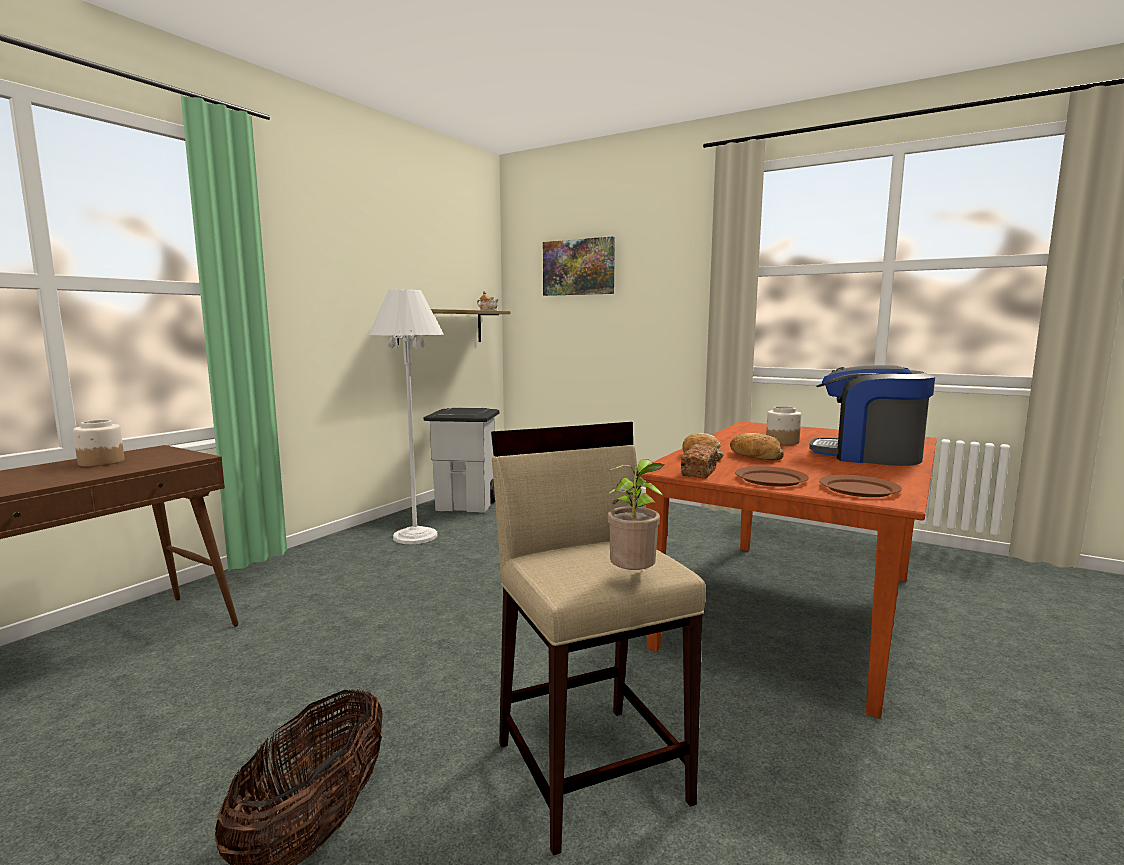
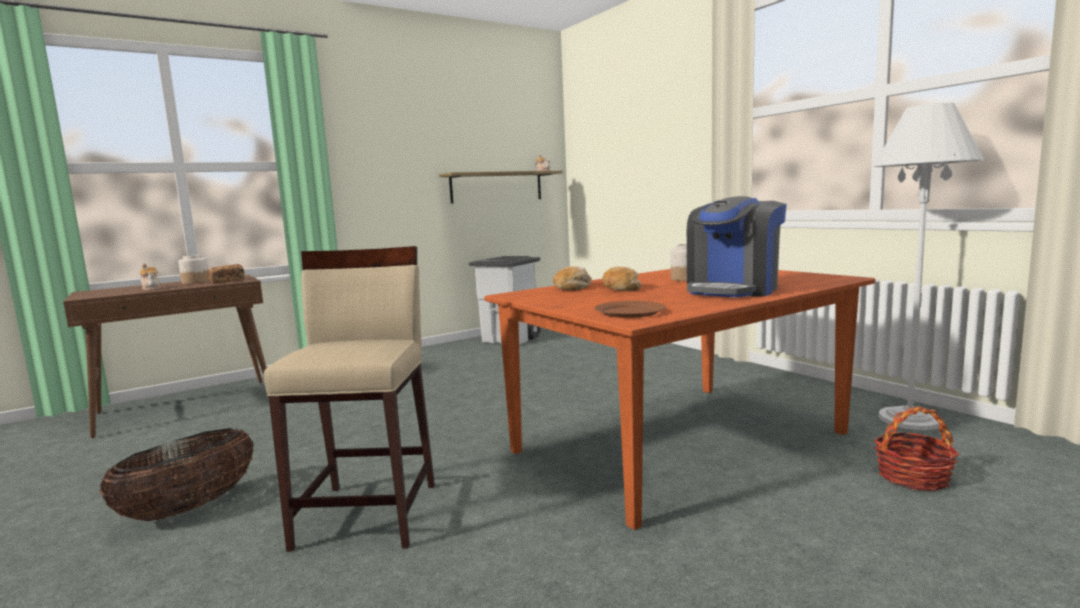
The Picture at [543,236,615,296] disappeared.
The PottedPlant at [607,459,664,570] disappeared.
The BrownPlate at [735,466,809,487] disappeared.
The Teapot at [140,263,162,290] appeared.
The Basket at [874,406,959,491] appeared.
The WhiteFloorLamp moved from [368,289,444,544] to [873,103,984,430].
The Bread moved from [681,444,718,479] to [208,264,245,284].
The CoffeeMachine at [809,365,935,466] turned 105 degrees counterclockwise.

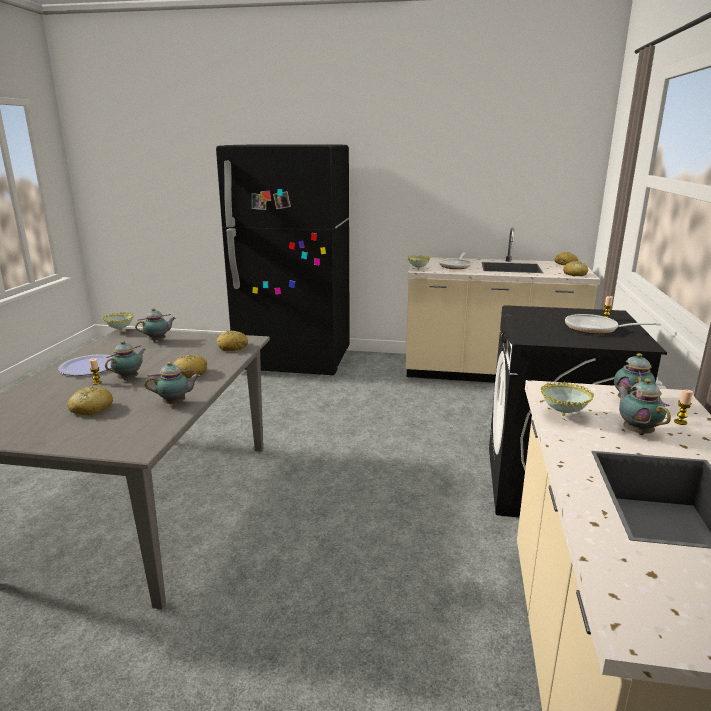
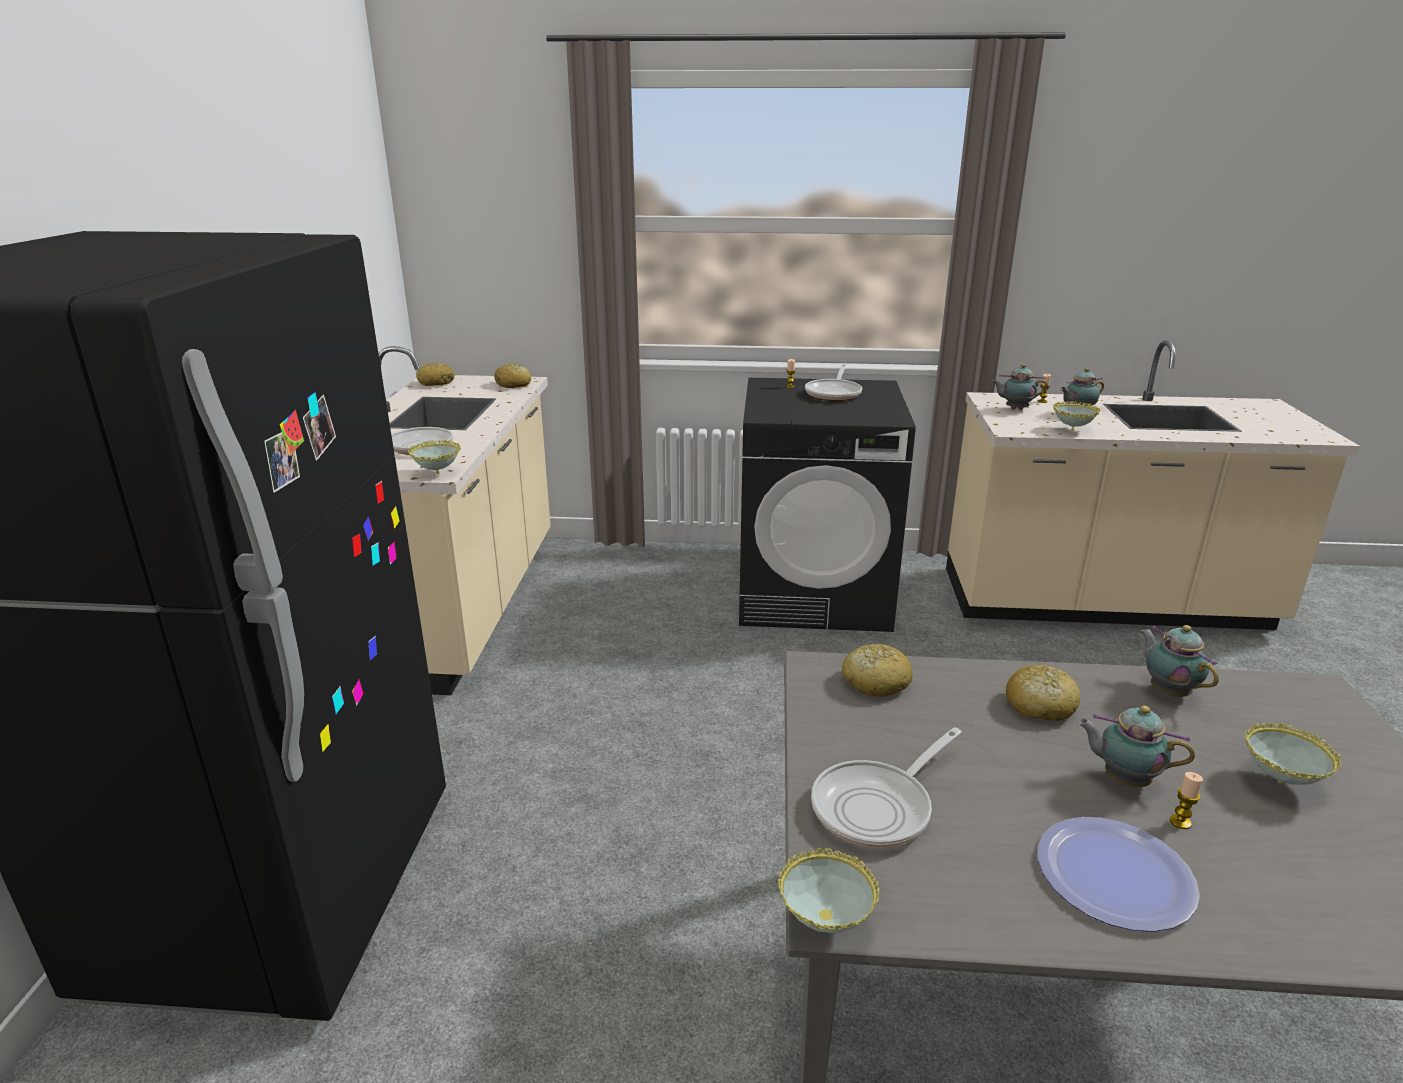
The Bread at [68,386,113,416] was replaced by the Bowl at [1245,723,1341,784].
The Teapot at [135,308,175,342] was replaced by the FryingPan at [811,727,962,848].

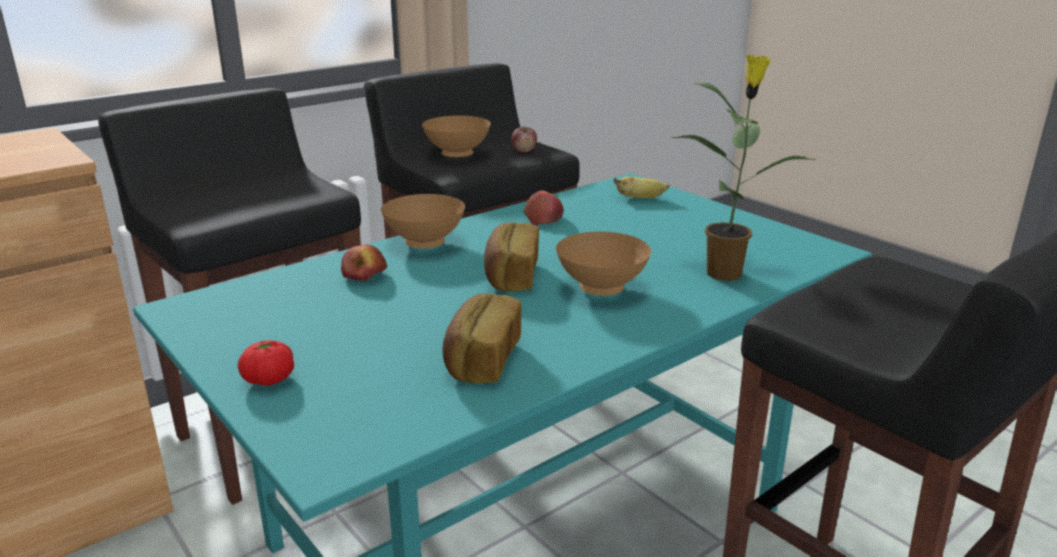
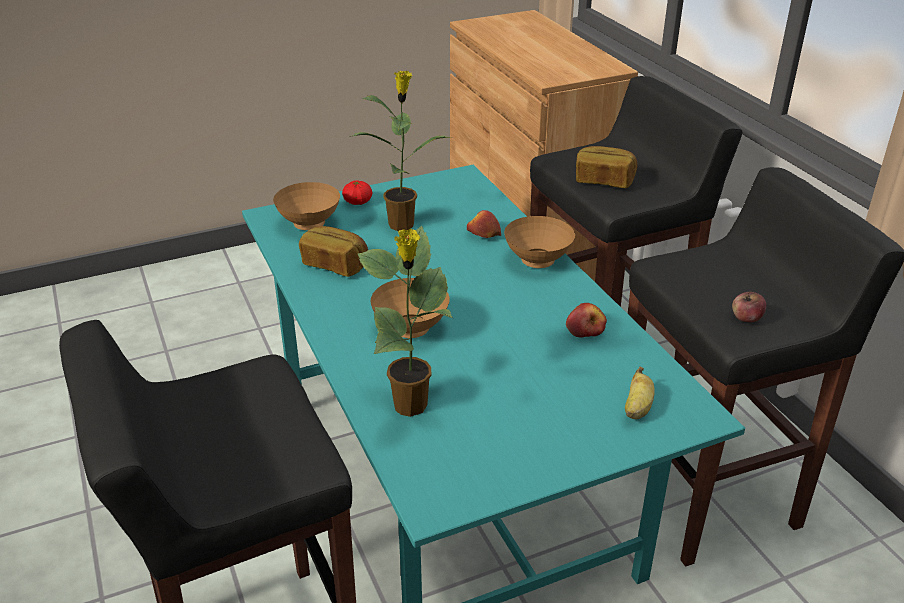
The PottedPlant at [352,71,451,231] appeared.
The BrownBowl moved from [422,115,491,157] to [273,182,340,230].
The Bread moved from [484,222,539,292] to [576,146,638,188].

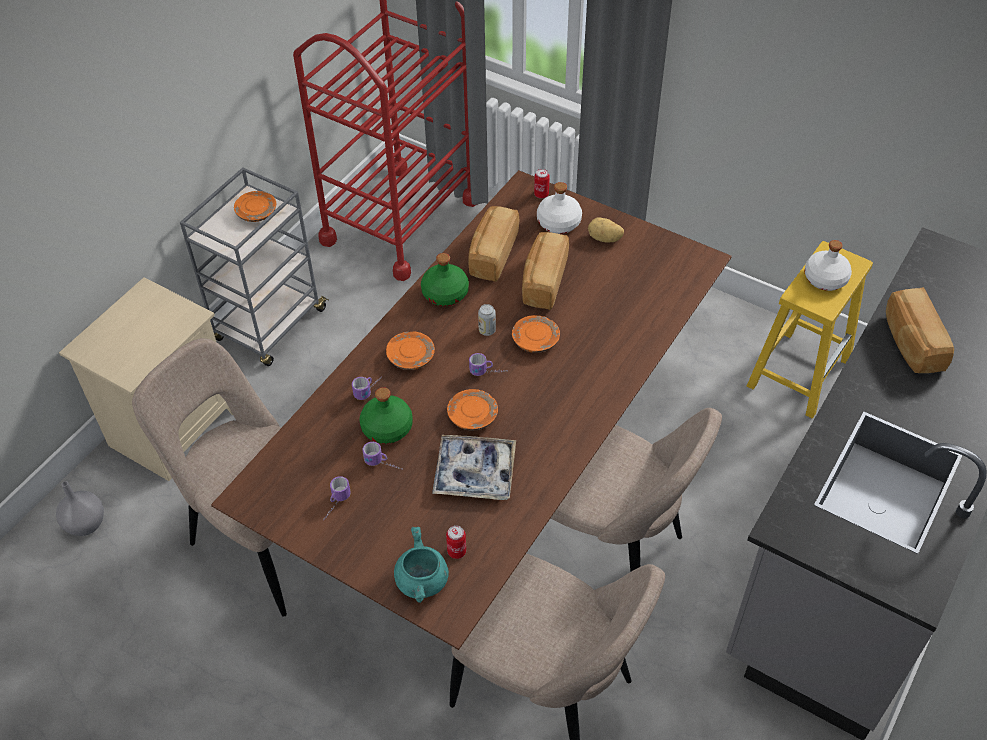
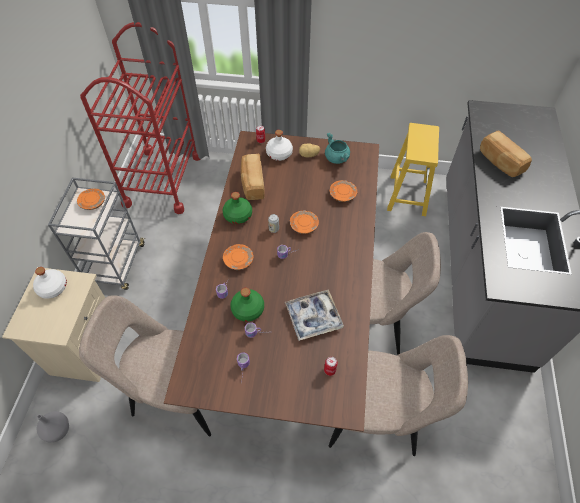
The Bread at [522,232,569,310] disappeared.
The TurquoiseCookingPot moved from [394,527,449,603] to [325,133,350,164].
The OrangePlate moved from [447,389,498,431] to [330,180,357,202].
The WhiteBottle moved from [805,240,852,291] to [33,267,67,299].

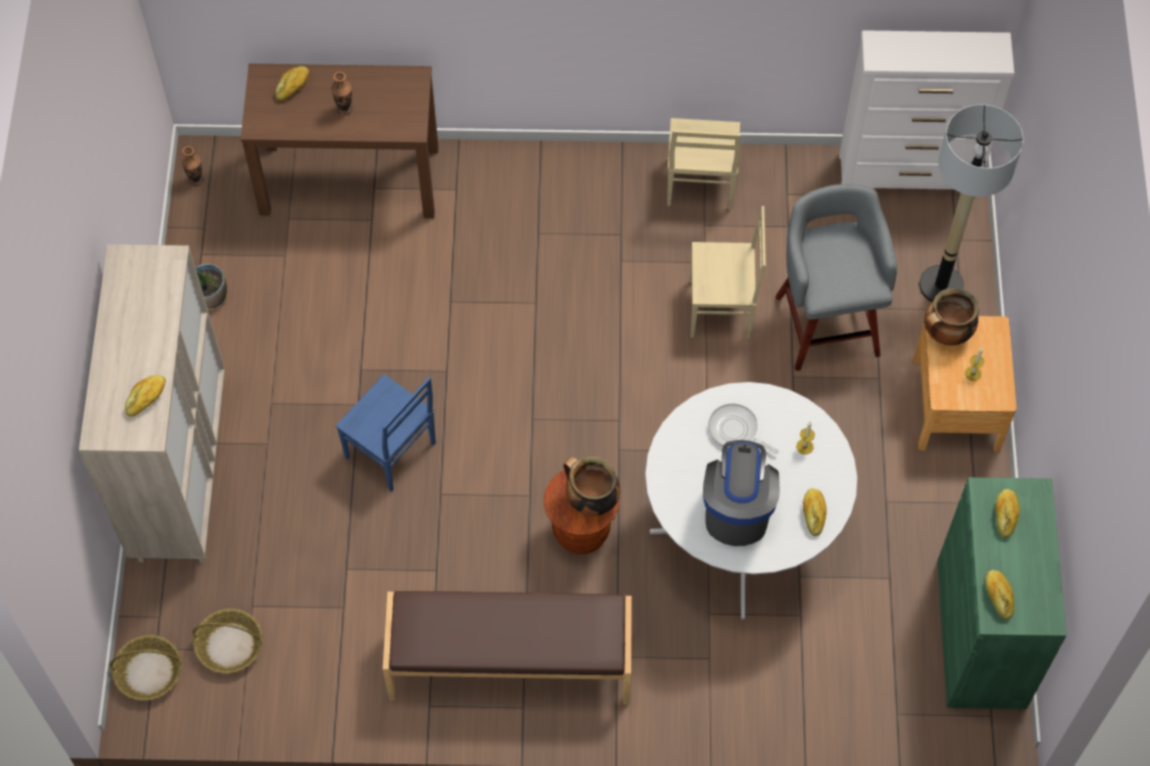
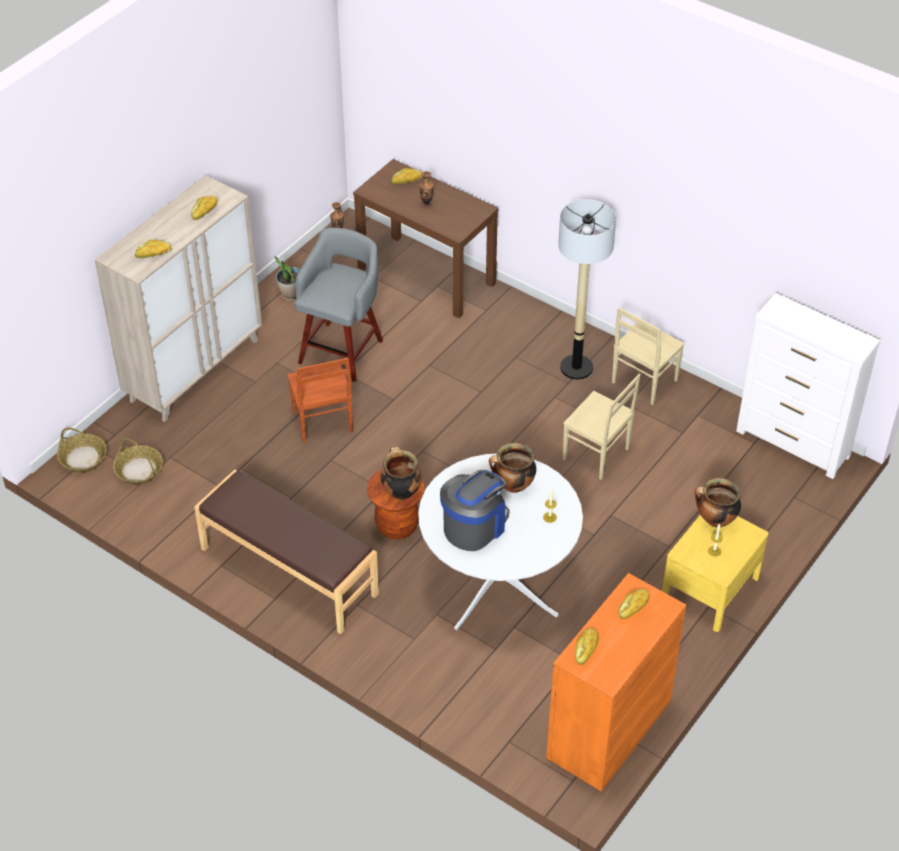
The GreyStool moved from [775,184,897,371] to [294,228,383,382].
The Bread moved from [803,488,827,536] to [191,196,218,220].
The FloorLamp moved from [919,104,1024,302] to [558,199,616,380].
The FryingPan at [708,404,779,454] was replaced by the CookingPot at [489,443,536,493].
The BlueChair at [336,374,436,492] became the BrownChair at [287,358,353,444].
The BrownNightstand at [913,316,1017,452] became the YellowNightstand at [662,515,769,632].
The GreenCabinet at [937,477,1066,709] became the OrangeCabinet at [546,573,686,792].

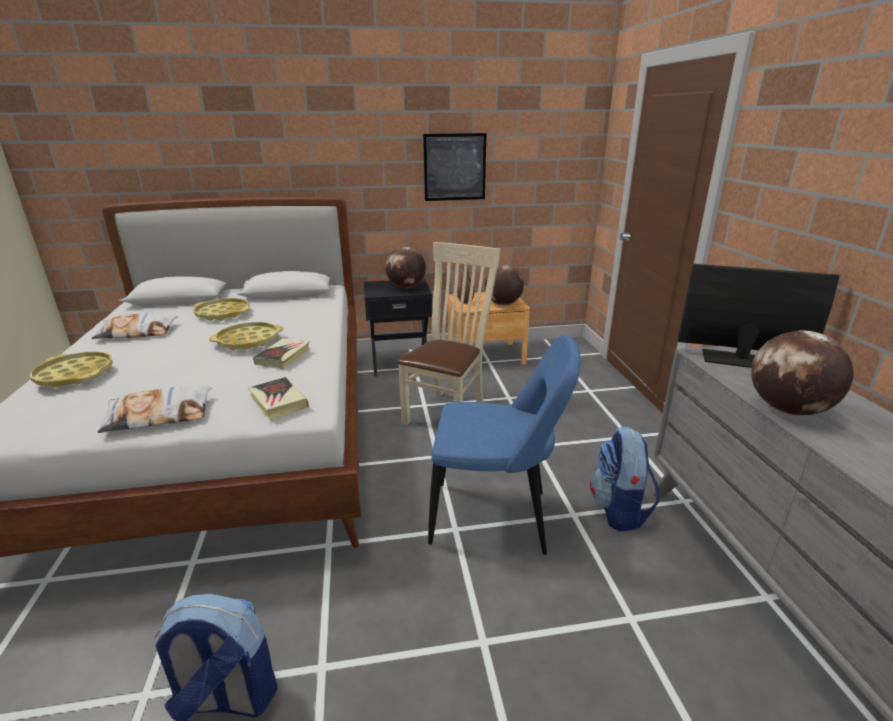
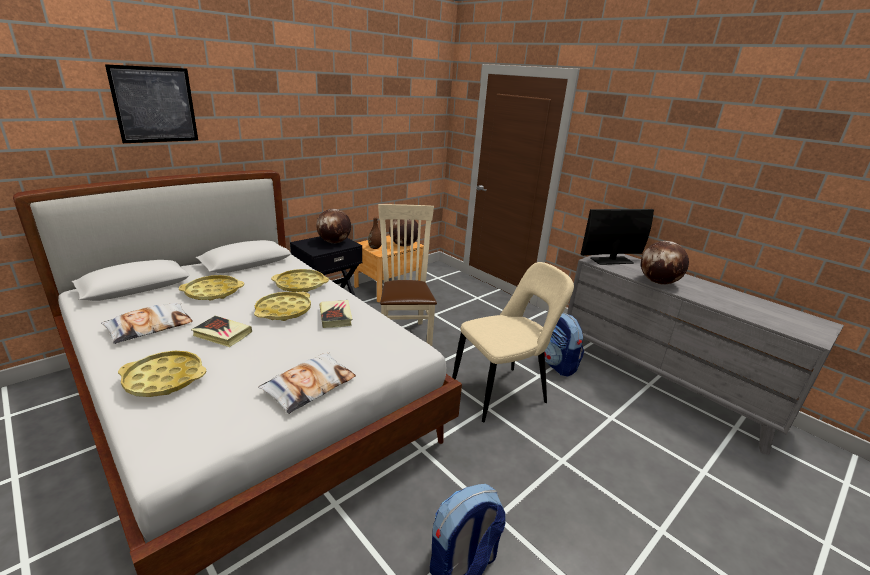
The YellowTray at [271,269,329,292] appeared.
The Book moved from [248,377,309,420] to [191,316,252,347].
The Picture moved from [423,133,486,201] to [105,64,198,143].
The BlueChair at [428,335,581,555] became the BeigeChair at [452,262,574,422].

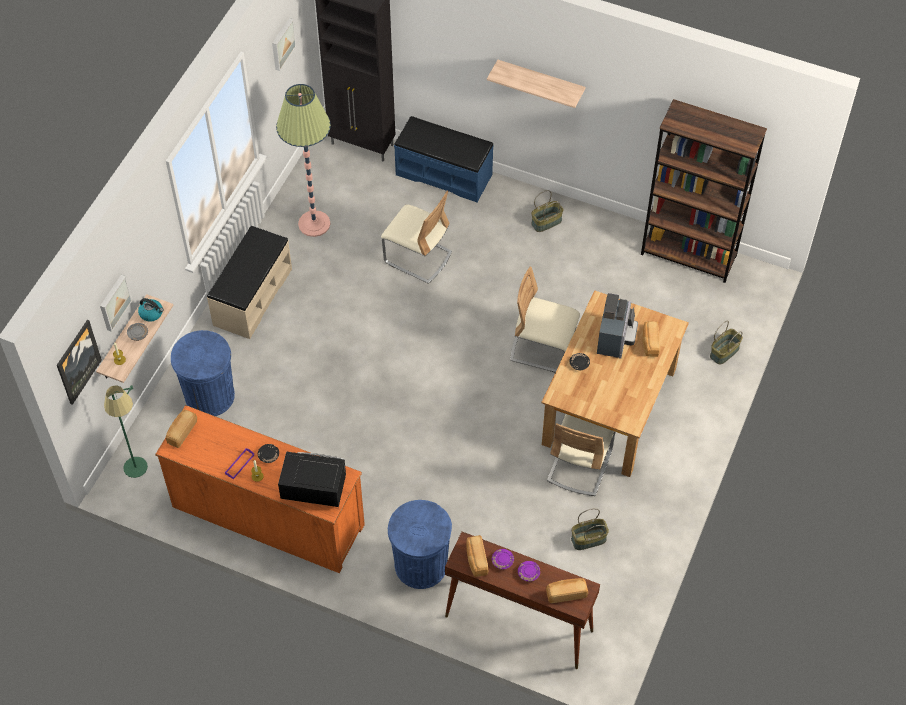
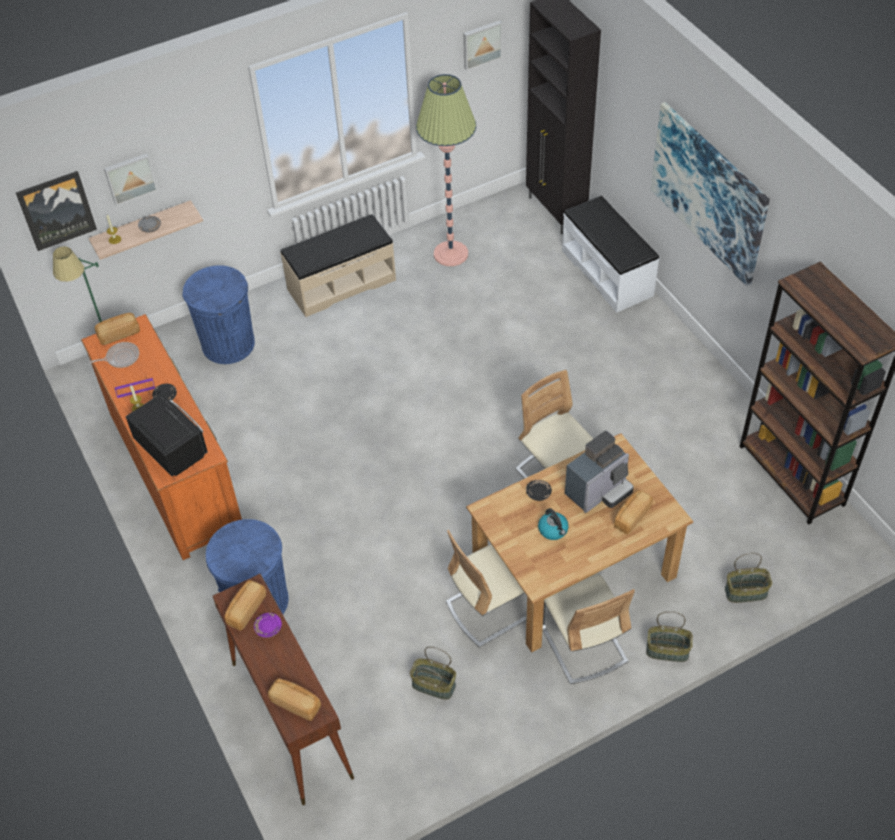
The PurplePlate at [518,561,540,582] disappeared.
The FryingPan at [89,342,139,368] appeared.
The Kettle moved from [138,298,164,322] to [538,508,569,540].
The BeigeChair moved from [381,191,452,284] to [542,574,635,684].
The Basket moved from [531,190,564,232] to [646,611,693,662].
The Shelf at [487,60,585,108] was replaced by the Picture at [651,102,770,286].
The BlueBench at [394,116,494,202] became the WhiteBench at [562,196,659,313].

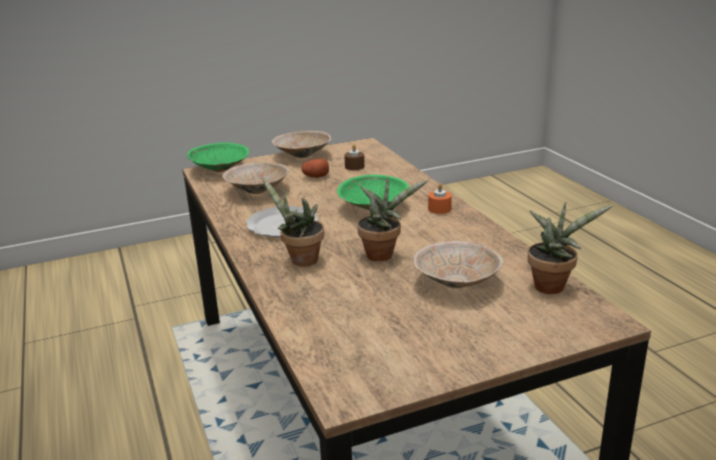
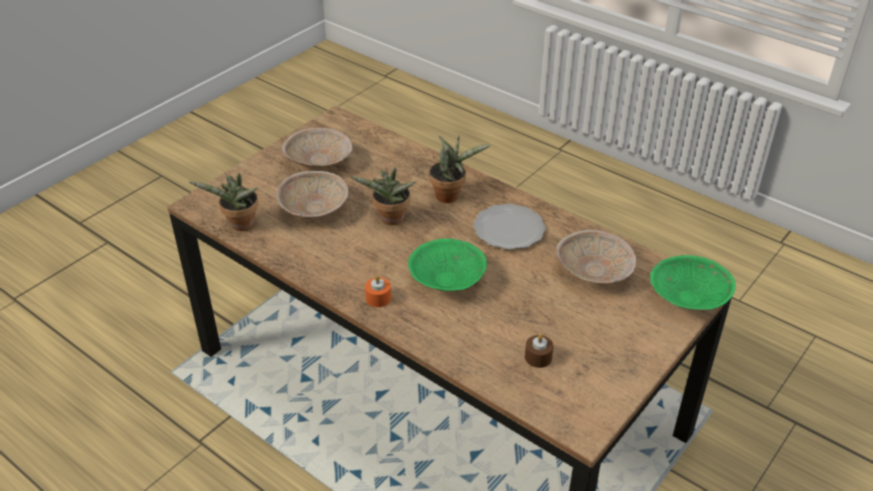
The Potato at [301,158,329,178] disappeared.
The BeigeBowl moved from [271,131,332,158] to [282,128,353,168].

